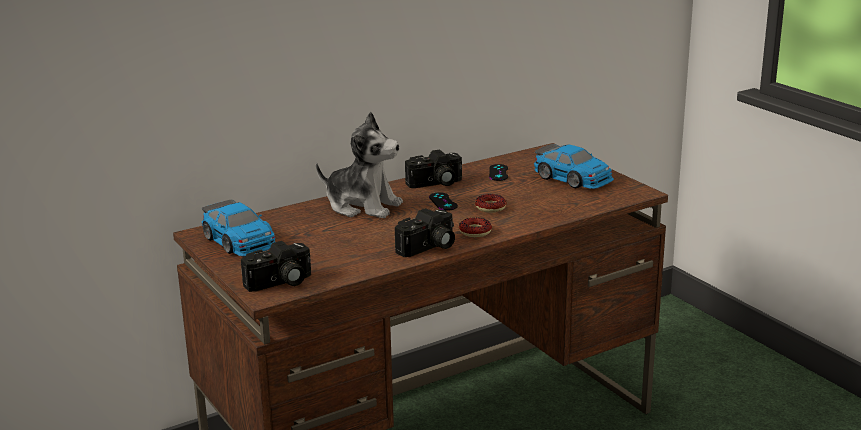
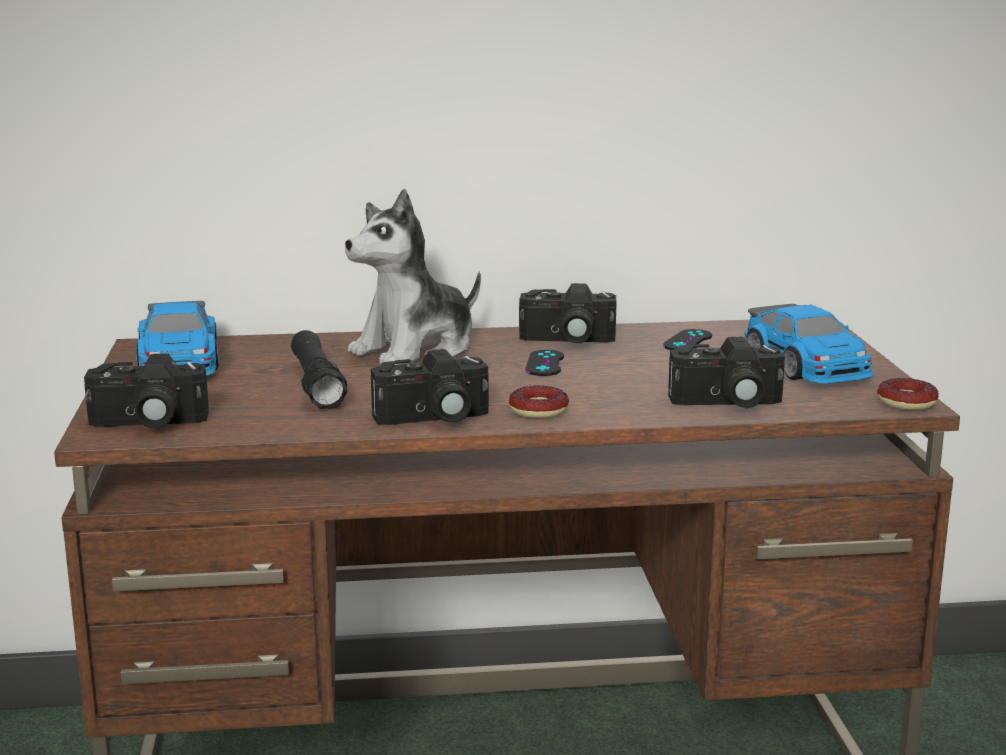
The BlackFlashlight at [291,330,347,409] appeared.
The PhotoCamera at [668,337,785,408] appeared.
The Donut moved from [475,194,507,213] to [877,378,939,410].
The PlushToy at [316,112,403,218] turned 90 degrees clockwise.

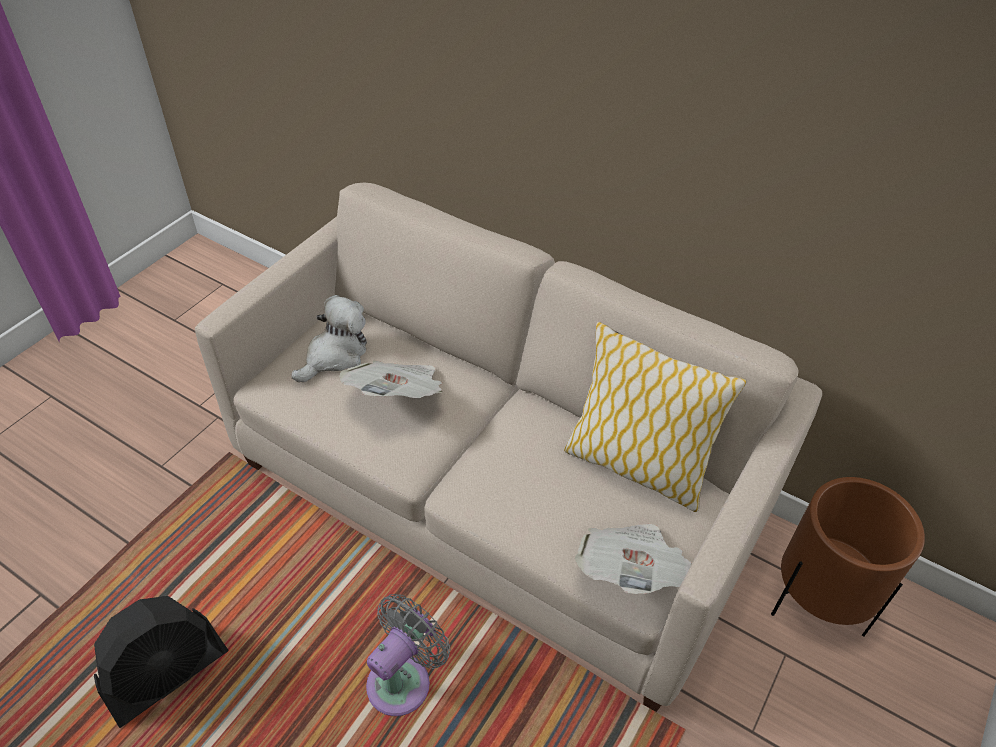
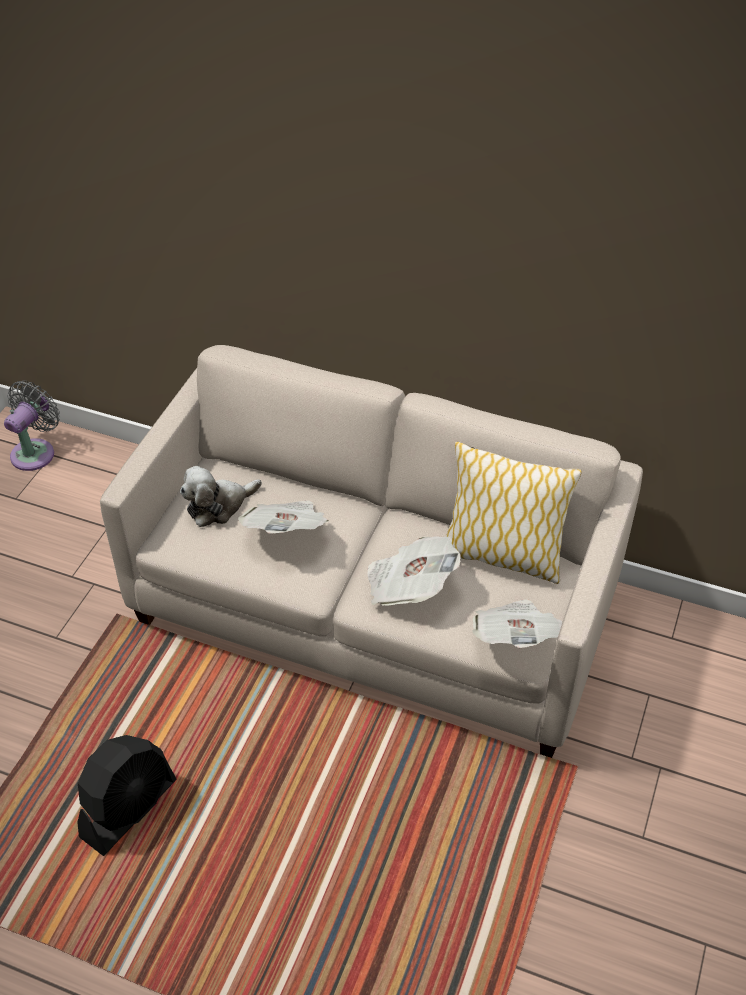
The BrownPlanter at [771,477,925,637] disappeared.
The Newspaper at [367,536,461,606] appeared.
The GreyFan moved from [366,594,450,716] to [4,381,60,471].
The PlushToy at [291,295,367,382] turned 150 degrees counterclockwise.

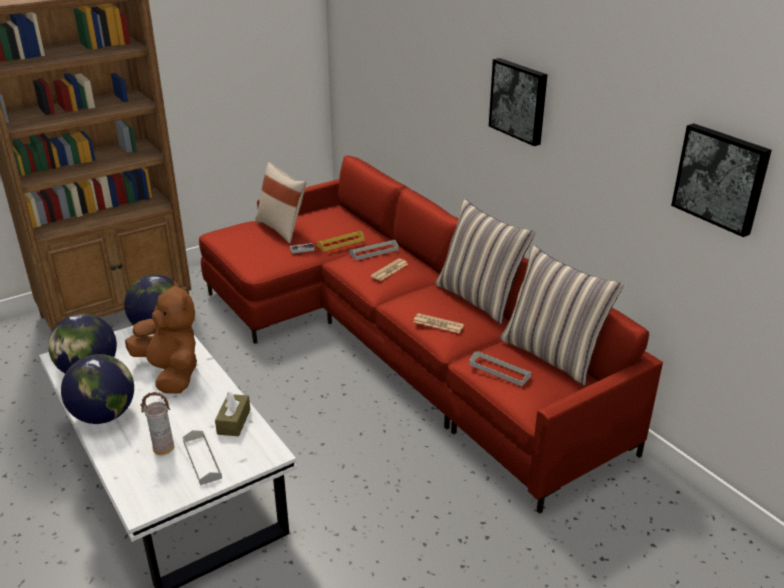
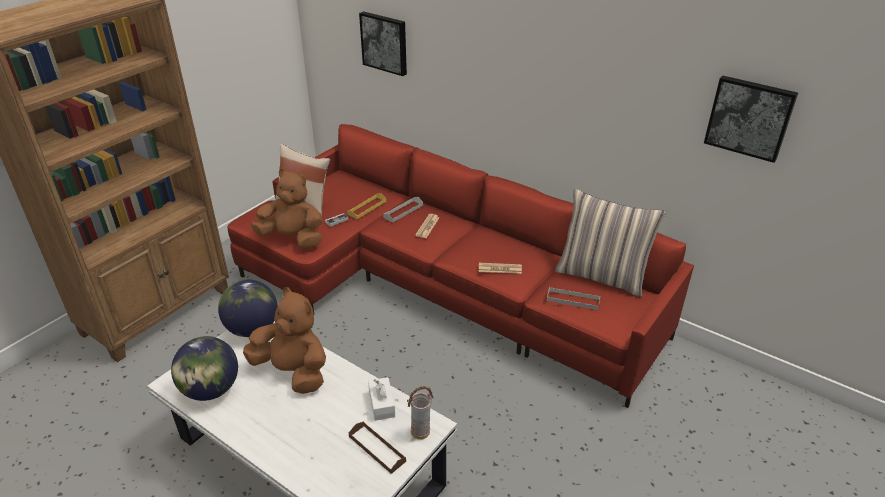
The Globe at [61,354,134,424] disappeared.
The Pillow at [435,198,535,324] disappeared.
The BrownPlushToy at [251,169,322,249] appeared.
The Vase moved from [140,392,174,455] to [407,386,434,440].
The Picture moved from [489,58,547,146] to [359,11,407,76].
The GreyTray at [183,430,222,485] became the BrownTray at [349,421,406,474].
The BrownTissueBox at [215,392,251,436] became the WhiteTissueBox at [368,377,395,421].

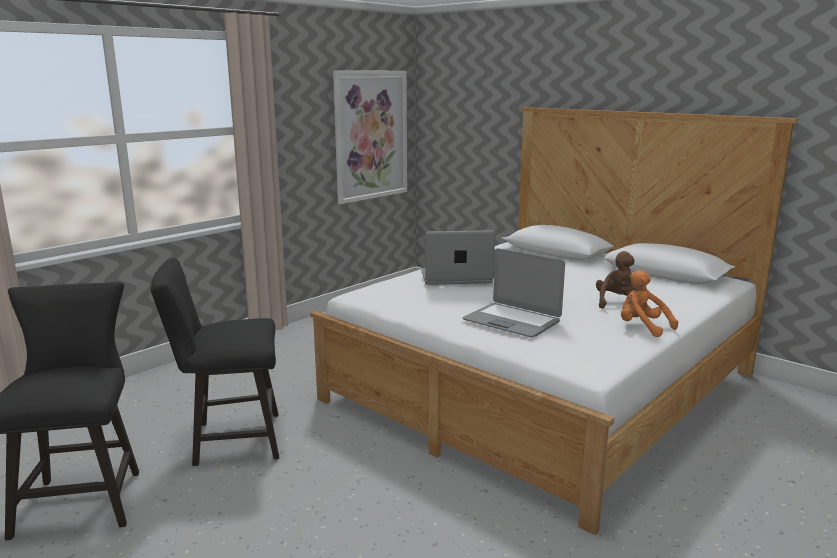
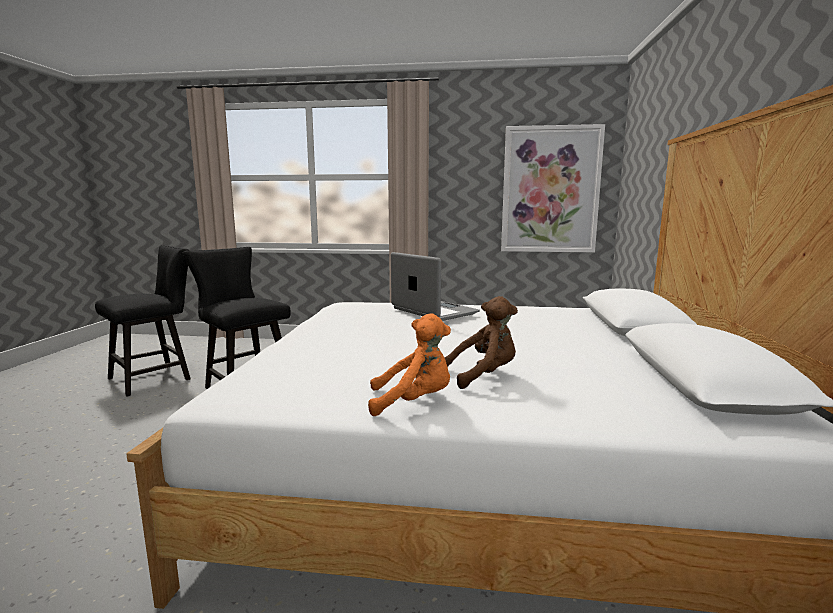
The Laptop at [463,248,565,337] disappeared.
The OrangePlushToy at [621,270,678,337] turned 75 degrees clockwise.

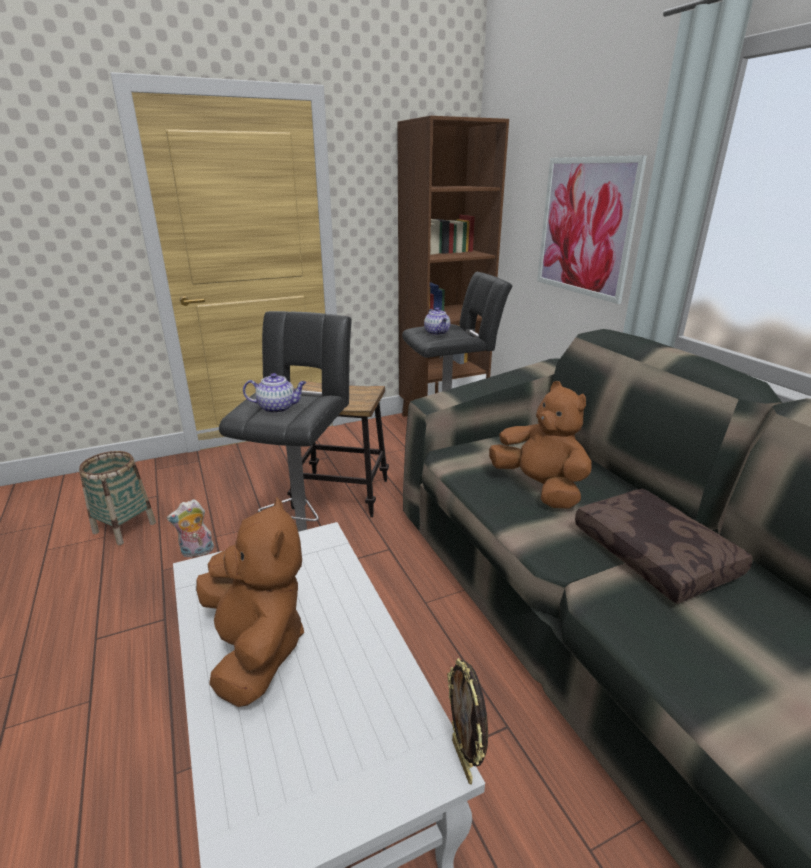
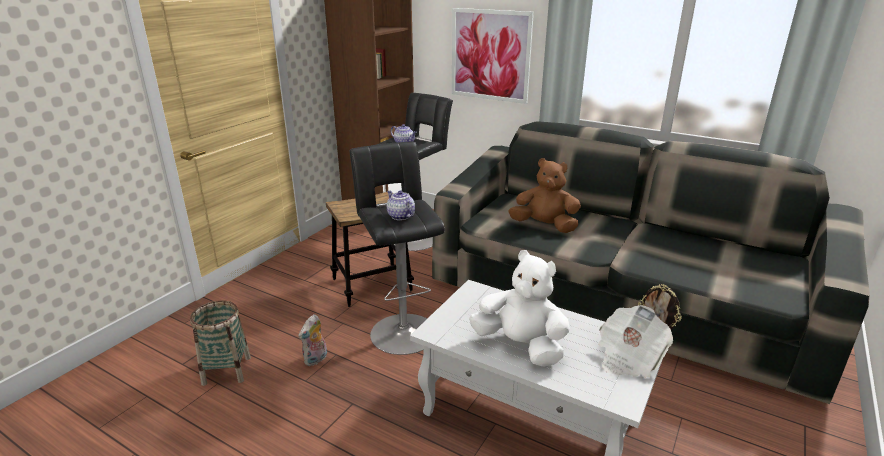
The BrownPillow at [575,488,752,604] disappeared.
The Newspaper at [598,305,673,378] appeared.
The BrownPlushToy at [196,497,304,707] became the WhitePlushToy at [469,250,570,366].
The Teapot at [243,373,307,413] turned 90 degrees counterclockwise.

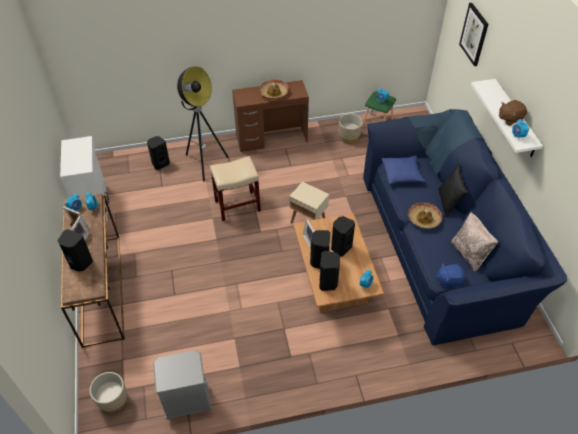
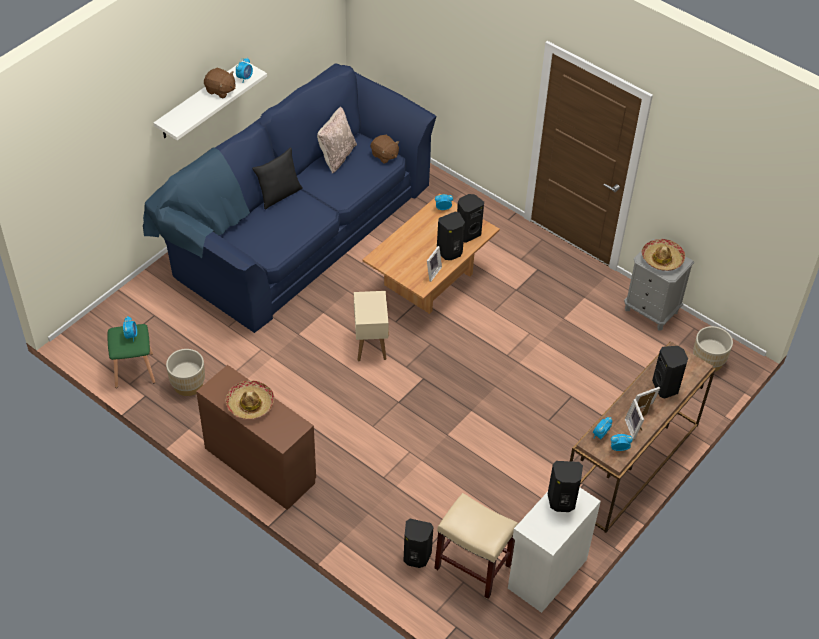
The FloorLamp at [177,66,229,181] disappeared.
The BluePillow at [381,155,425,185] disappeared.
The Picture at [459,3,489,66] disappeared.
The BeigeStool moved from [210,156,261,221] to [434,493,518,599].
The BlackSpeaker moved from [331,216,355,257] to [548,461,583,512].
The Hat moved from [408,203,442,229] to [641,239,685,271].
The BluePlushToy at [436,263,465,288] became the BrownPlushToy at [370,135,399,164].

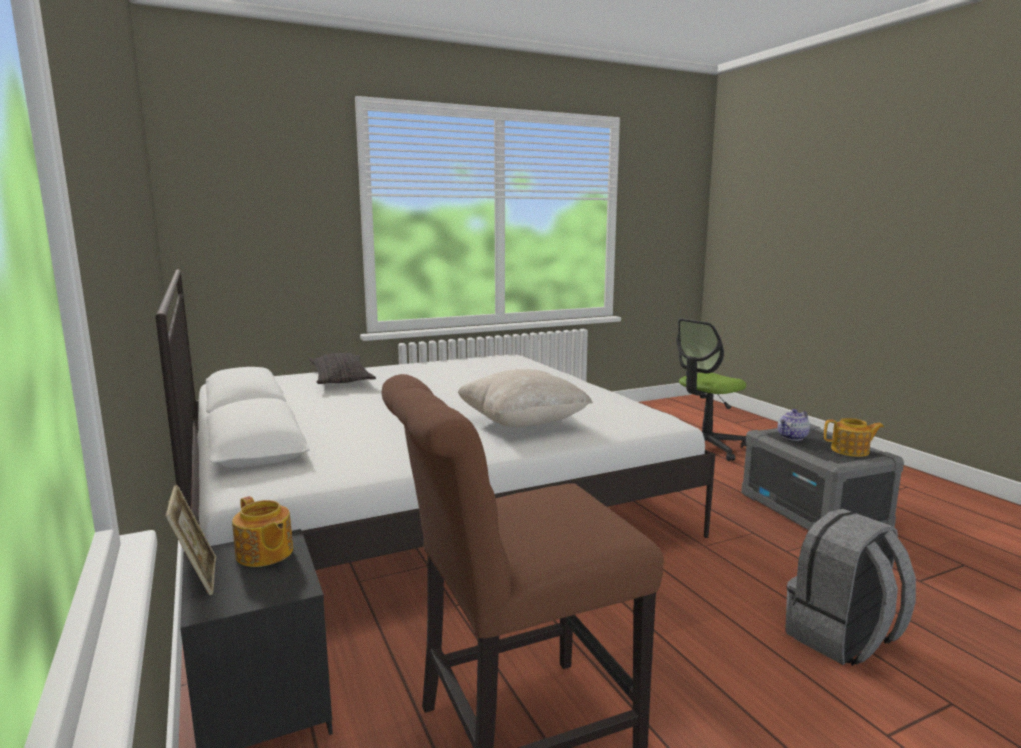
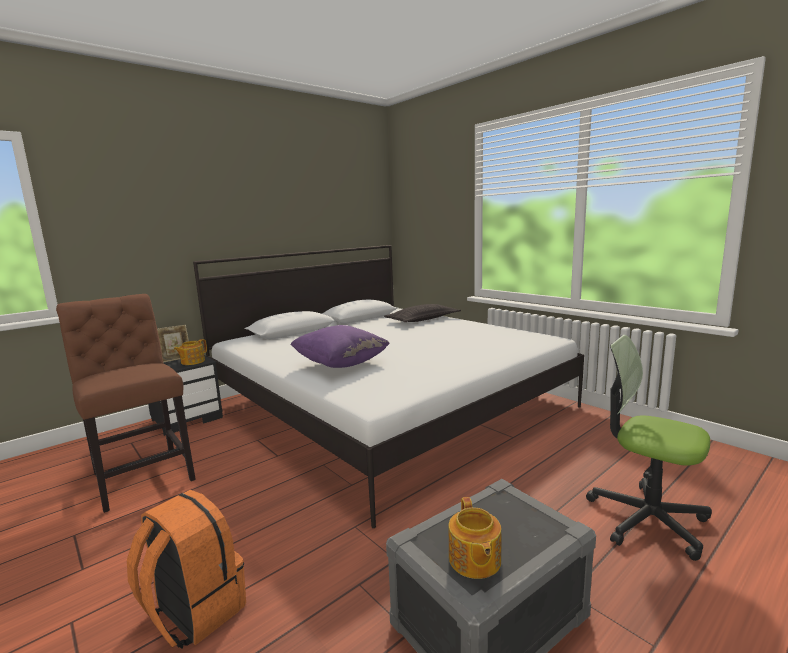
The Teapot at [778,409,810,441] disappeared.
The BeigePillow at [458,369,593,427] became the PurplePillow at [290,325,390,368].
The GreyBackpack at [785,509,916,666] became the OrangeBackpack at [127,490,246,649].

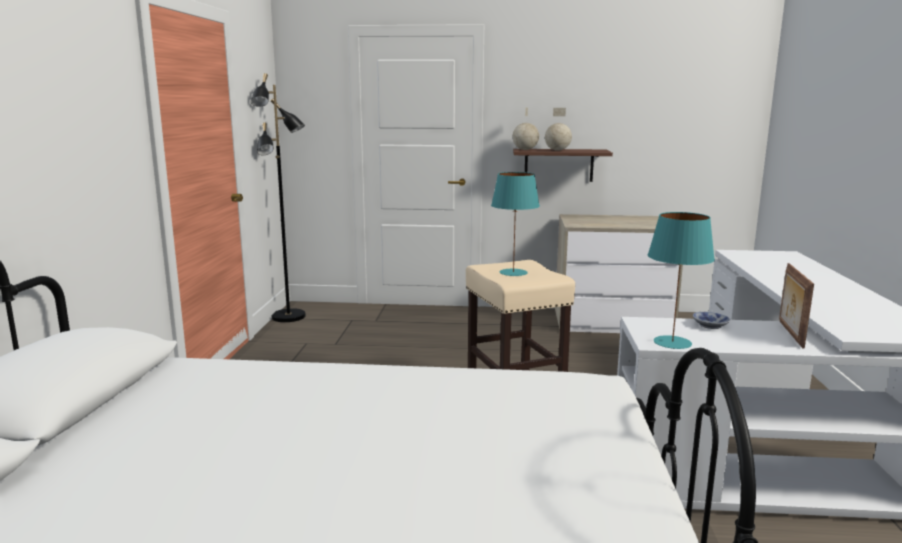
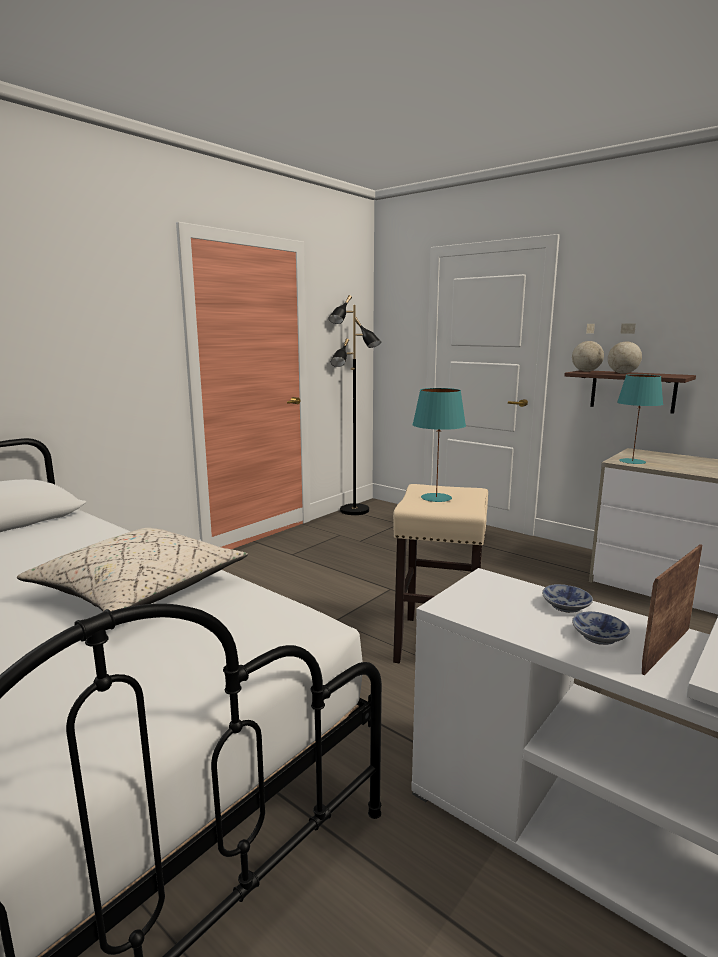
The BeigePillow at [17,528,248,612] appeared.
The Bowl at [572,611,630,645] appeared.
The TurquoiseTableLamp moved from [648,212,715,349] to [617,374,663,464].

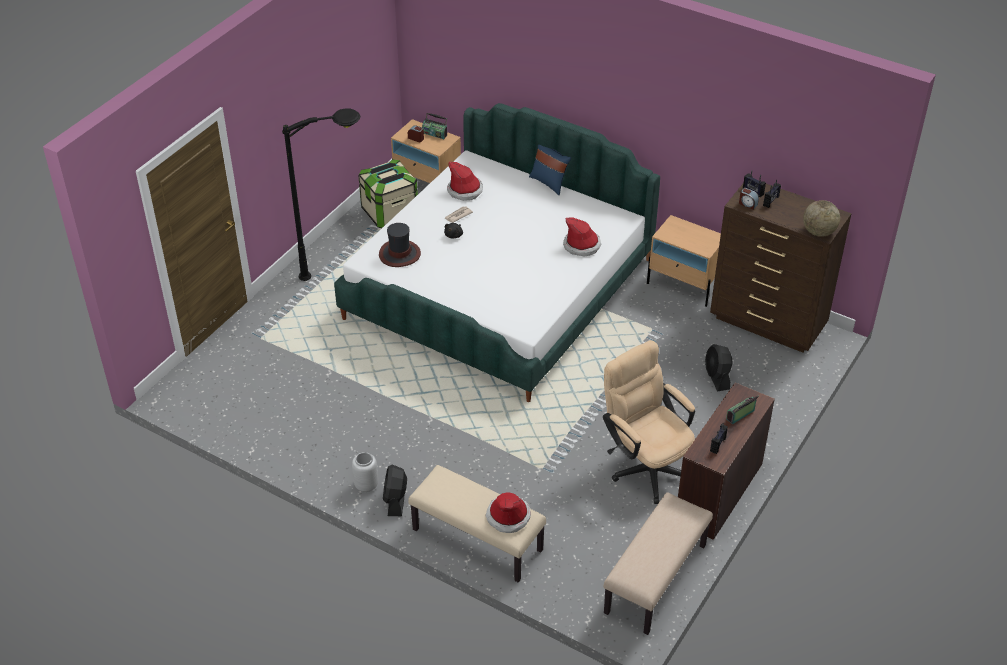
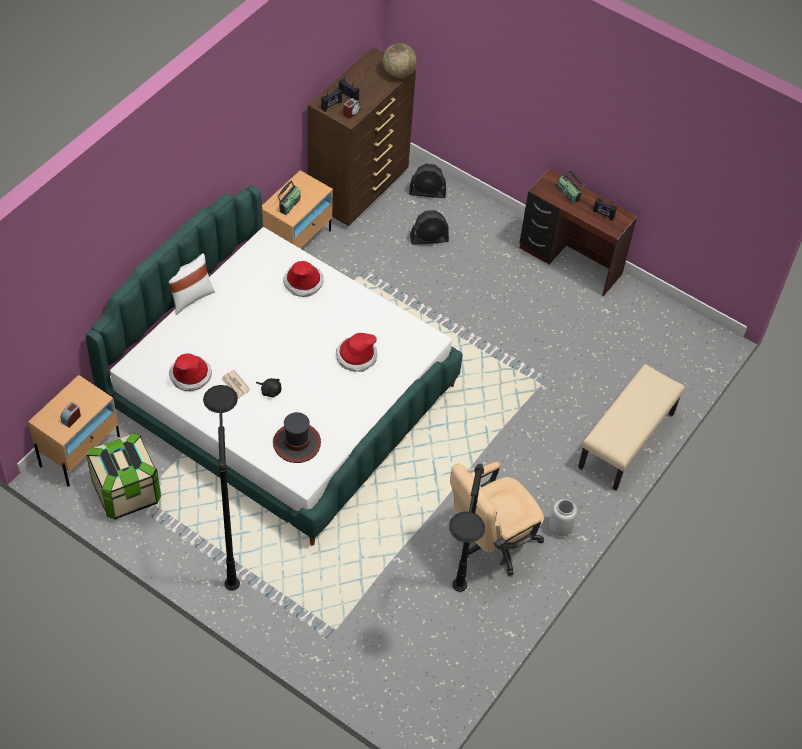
The BeigeBench at [604,492,713,635] disappeared.
The BlackFloorLamp at [449,464,485,592] appeared.
The BlackFan moved from [383,465,407,516] to [409,164,446,198].
The Radio moved from [422,113,447,139] to [278,180,301,215].
The Hat moved from [486,492,531,533] to [336,333,378,372].
The BeigeOfficeChair moved from [603,340,695,504] to [450,462,544,576].
The BluePillow at [529,145,571,195] became the WhitePillow at [169,253,215,315].

